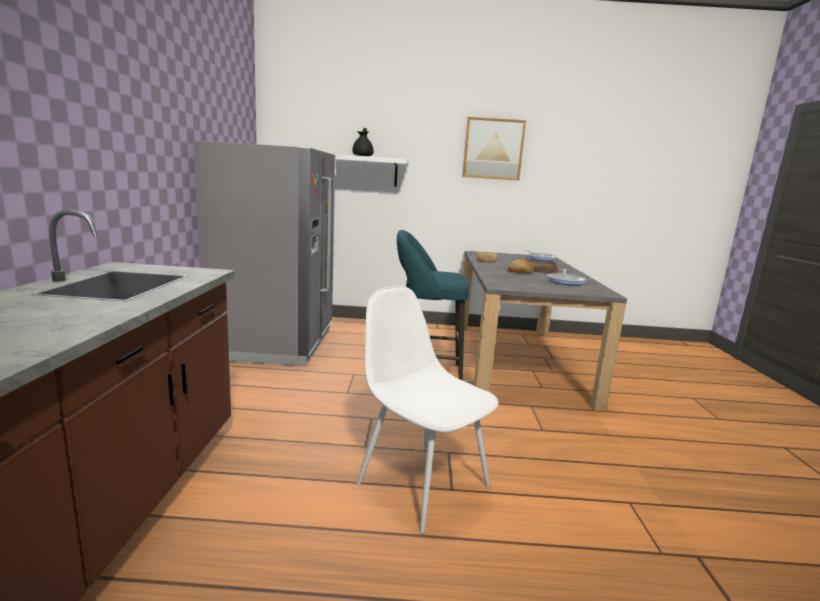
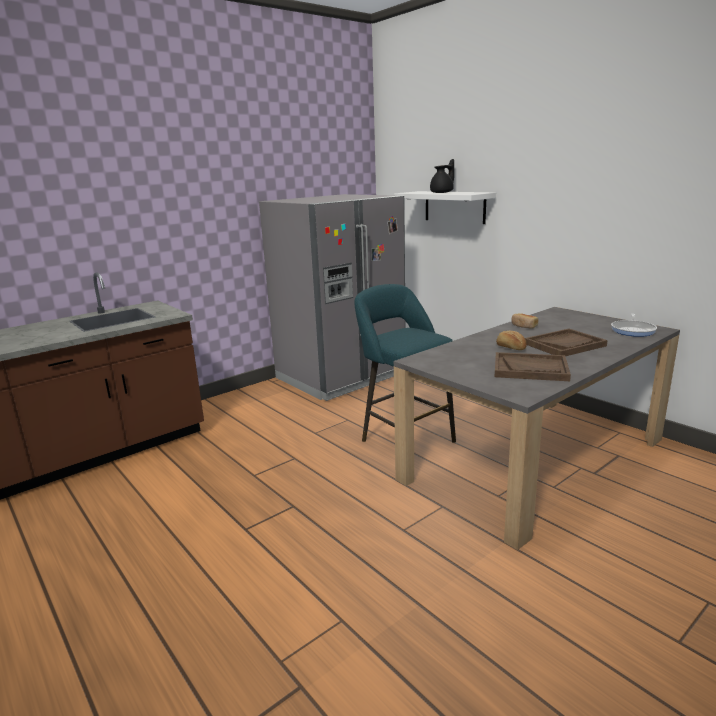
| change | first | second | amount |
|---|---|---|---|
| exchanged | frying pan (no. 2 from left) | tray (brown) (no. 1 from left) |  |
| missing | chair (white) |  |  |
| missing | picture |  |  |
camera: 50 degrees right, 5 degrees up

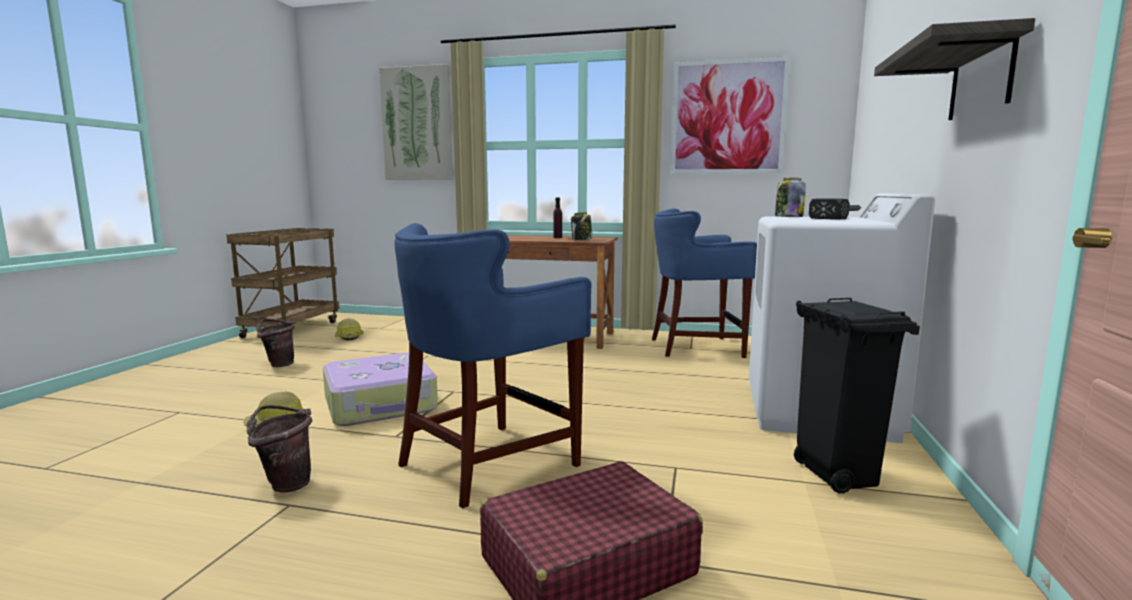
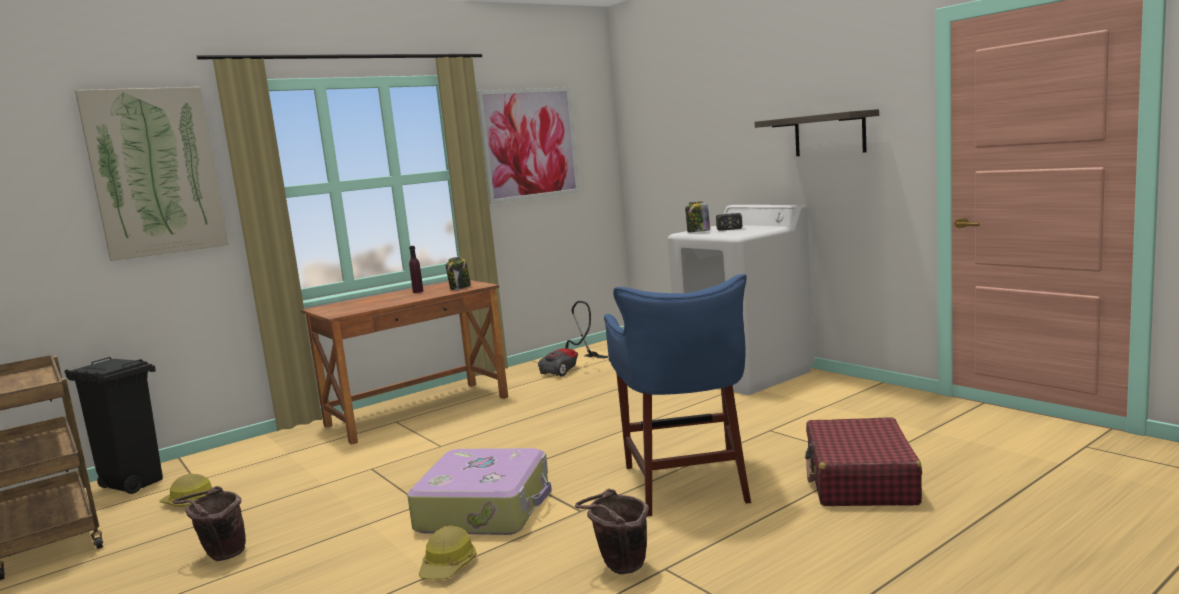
| change | first | second | amount |
|---|---|---|---|
| relocated | trash can (black) |  |  |
| exchanged | stool (blue) (no. 2 from left) | vacuum cleaner |  |
camera: 50 degrees left, 0 degrees up

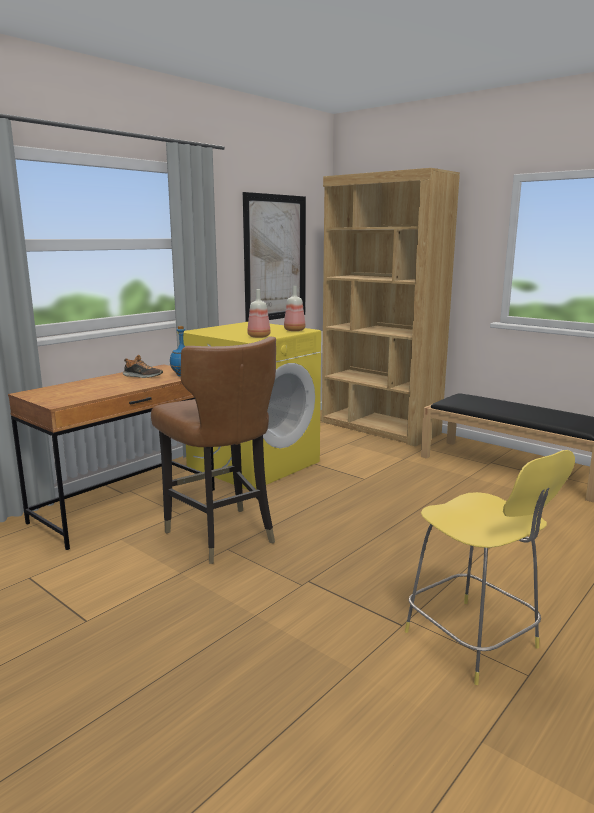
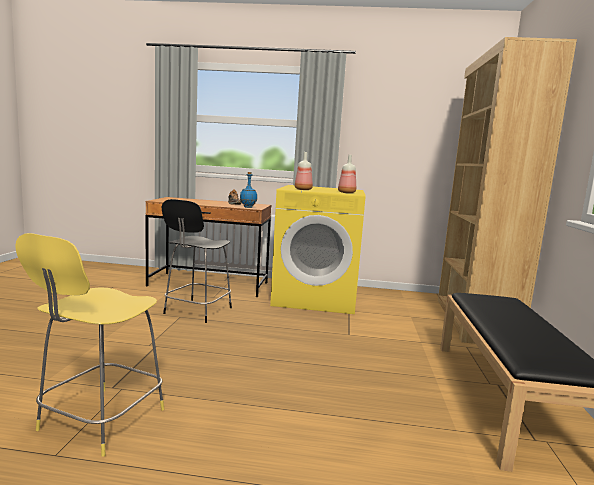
| change | first | second | amount |
|---|---|---|---|
| exchanged | chair (brown) | stool (black) |  |
| missing | picture |  |  |
camera: 55 degrees right, 5 degrees down

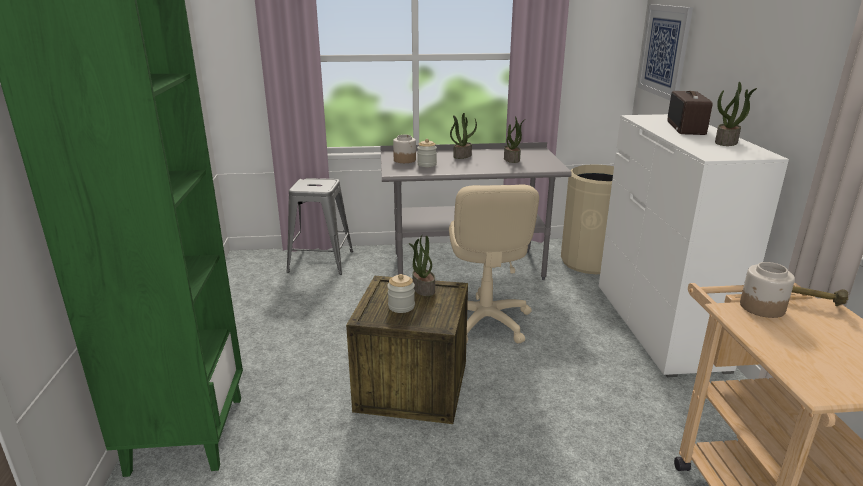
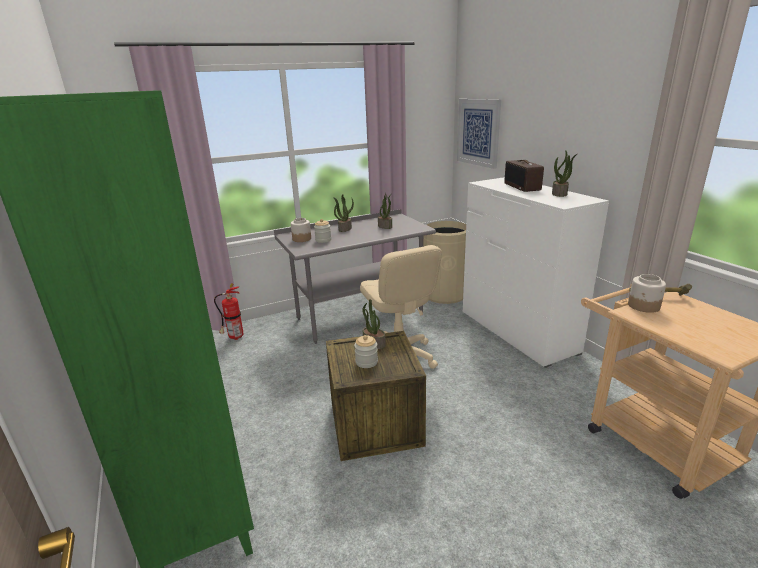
| change | first | second | amount |
|---|---|---|---|
| exchanged | stool (grey) | fire extinguisher |  |
camera: 20 degrees left, 0 degrees up

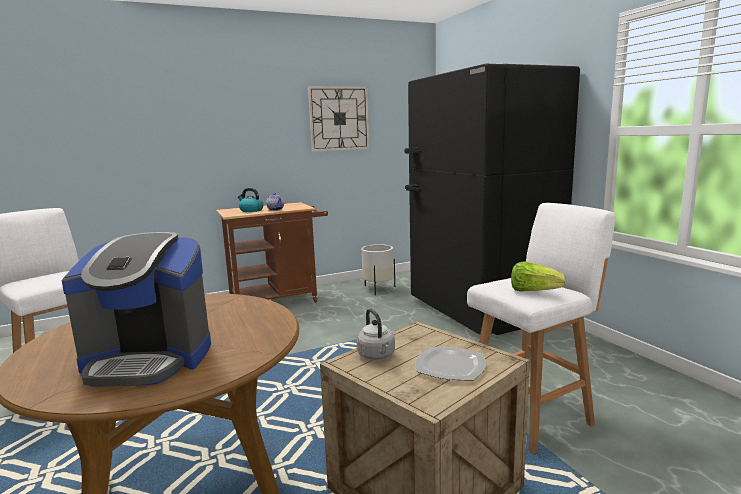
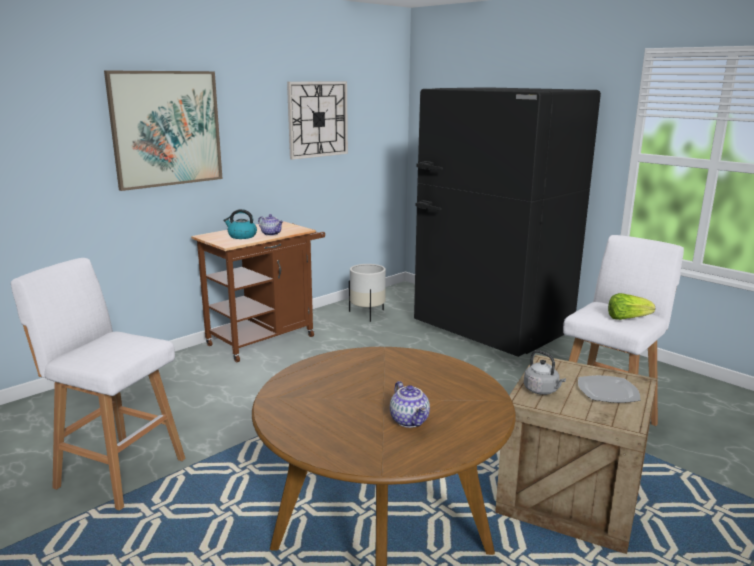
| change | first | second | amount |
|---|---|---|---|
| appeared |  | picture |  |
| exchanged | coffee machine | teapot (no. 2 from left) |  |
camera: 20 degrees left, 5 degrees up

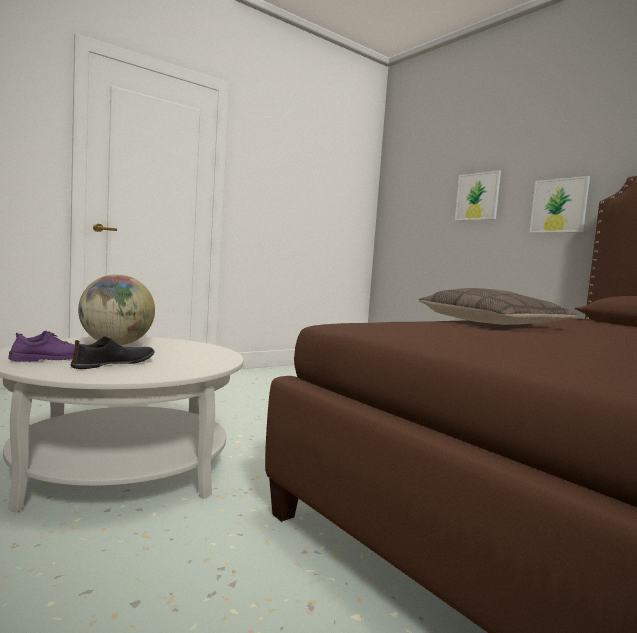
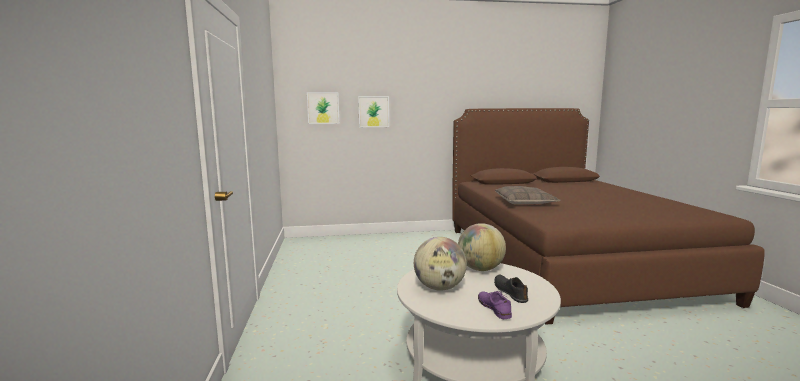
| change | first | second | amount |
|---|---|---|---|
| relocated | picture (no. 2 from left in the first image) | picture (no. 1 from left) |  |
| appeared |  | globe (no. 2 from left) |  |
camera: 60 degrees left, 5 degrees up

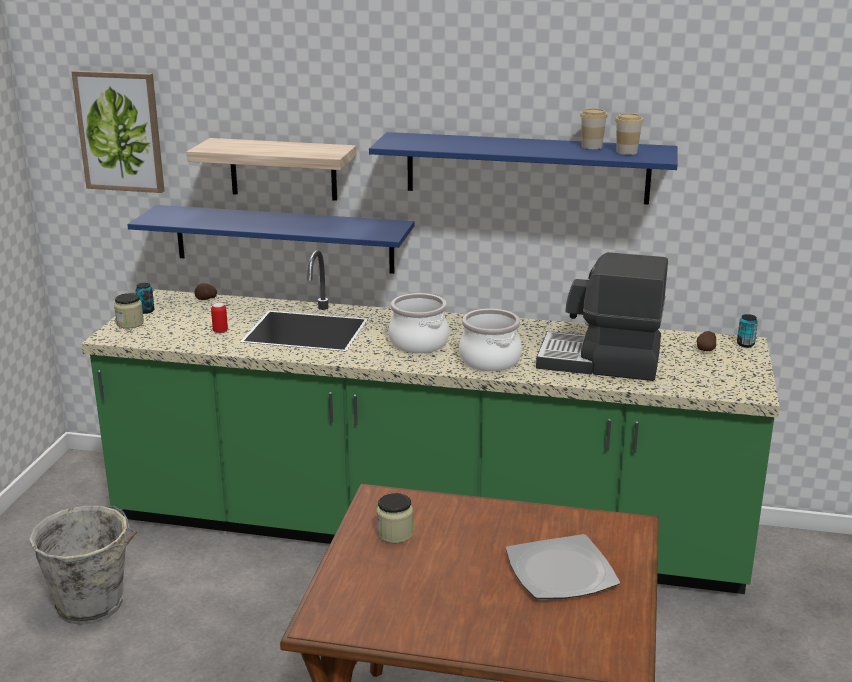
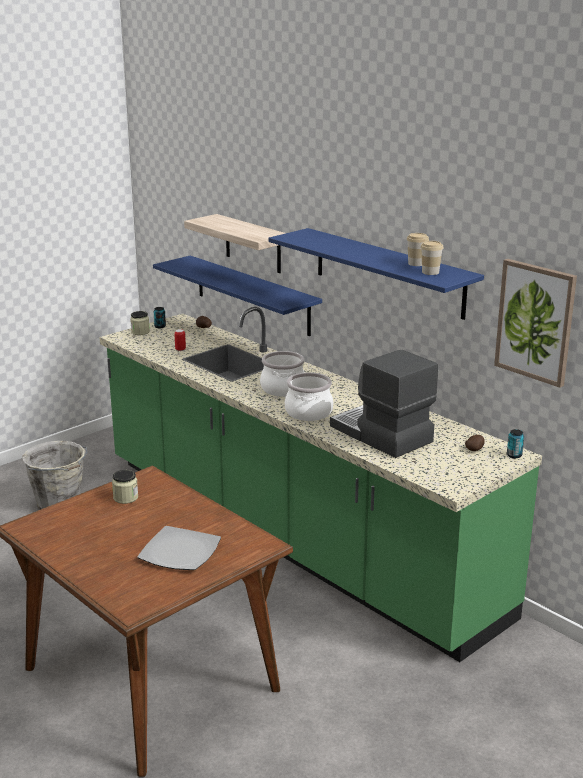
| change | first | second | amount |
|---|---|---|---|
| relocated | picture |  |  |
camera: 35 degrees right, 0 degrees up

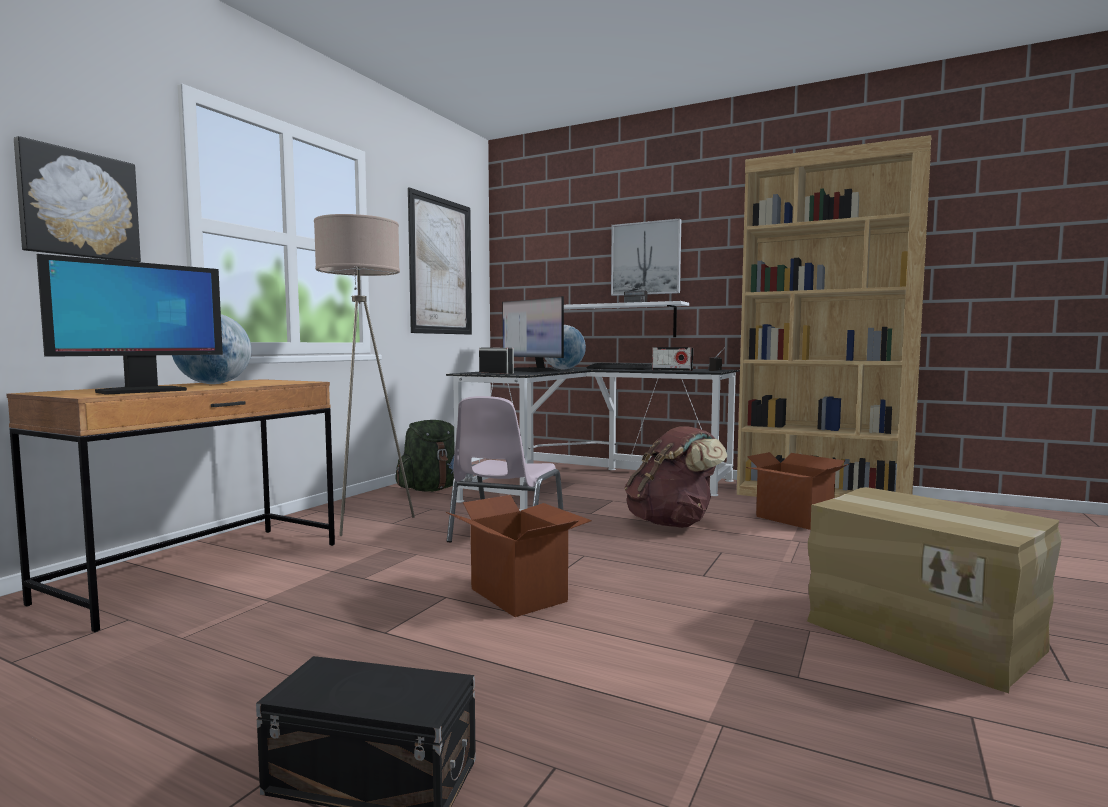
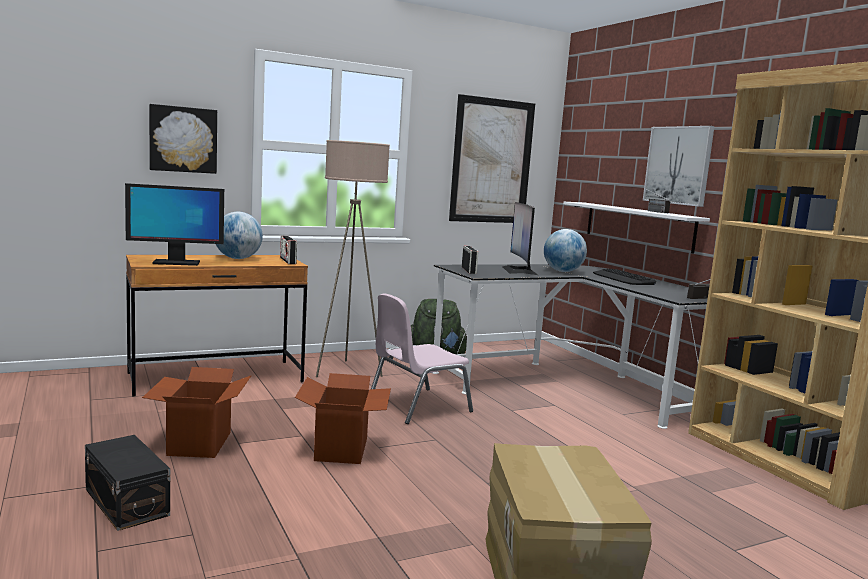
| change | first | second | amount |
|---|---|---|---|
| relocated | cardboard box (no. 2 from left in the first image) | cardboard box (no. 1 from left) |  |
| relocated | radio (no. 3 from left in the first image) | radio (no. 1 from left) |  |
| missing | backpack (brown) |  |  |
camera: 35 degrees right, 5 degrees up

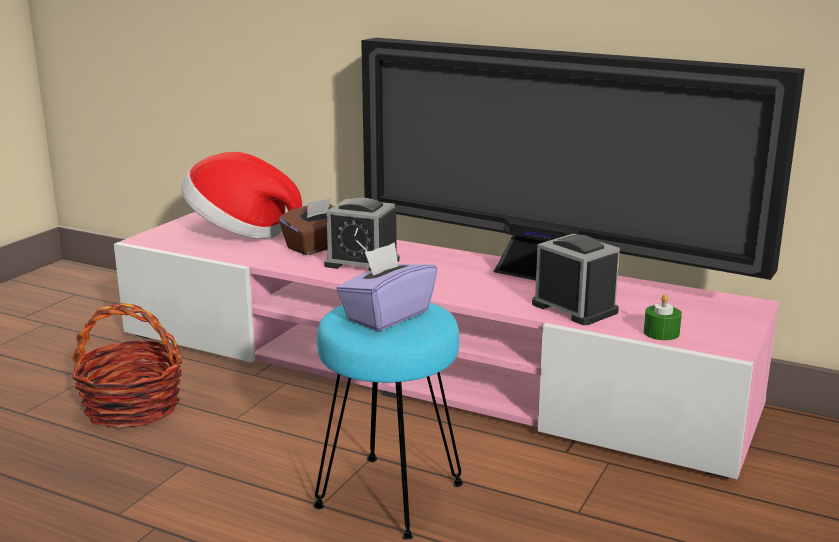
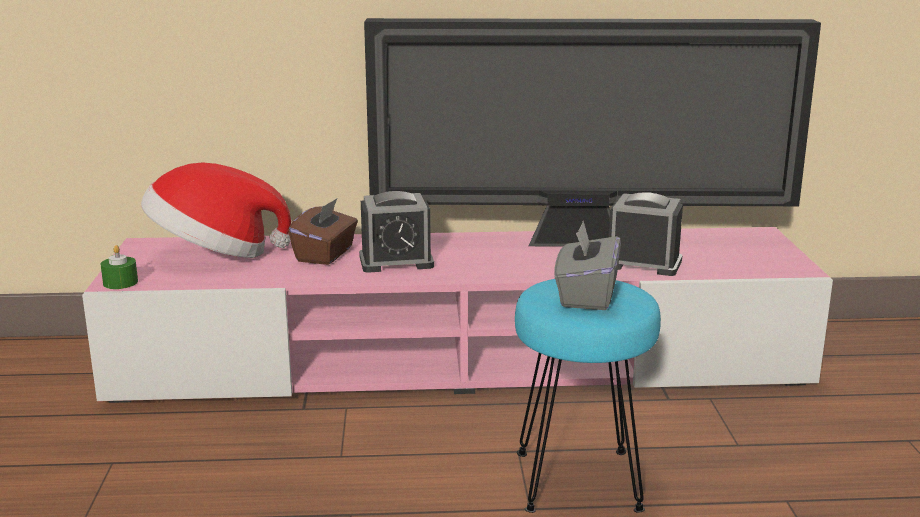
| change | first | second | amount |
|---|---|---|---|
| relocated | candle (green) |  |  |
| colour | tissue box (purple) | tissue box (grey) |  |
| missing | basket |  |  |
camera: 30 degrees left, 0 degrees up

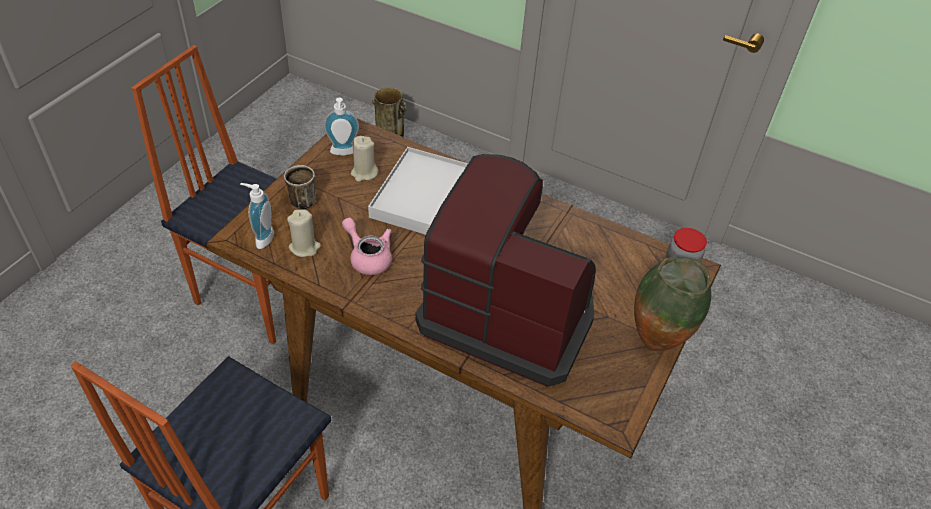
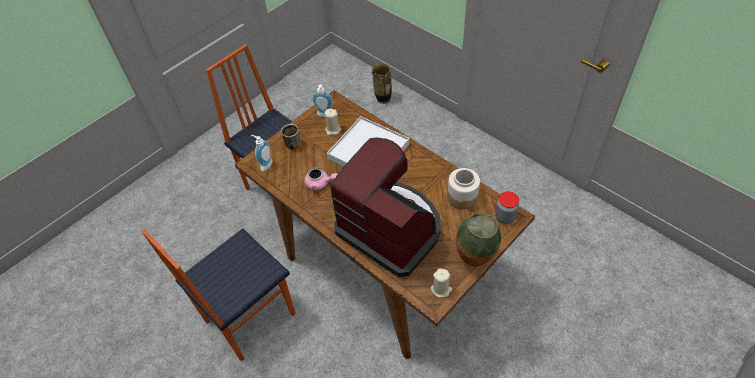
| change | first | second | amount |
|---|---|---|---|
| spun | teapot (pink) |  | 135 degrees clockwise |
| relocated | candle (beige) (no. 1 from left in the first image) | candle (beige) (no. 2 from left) |  |
| appeared |  | jar (no. 1 from left) |  |
camera: 20 degrees right, 5 degrees up

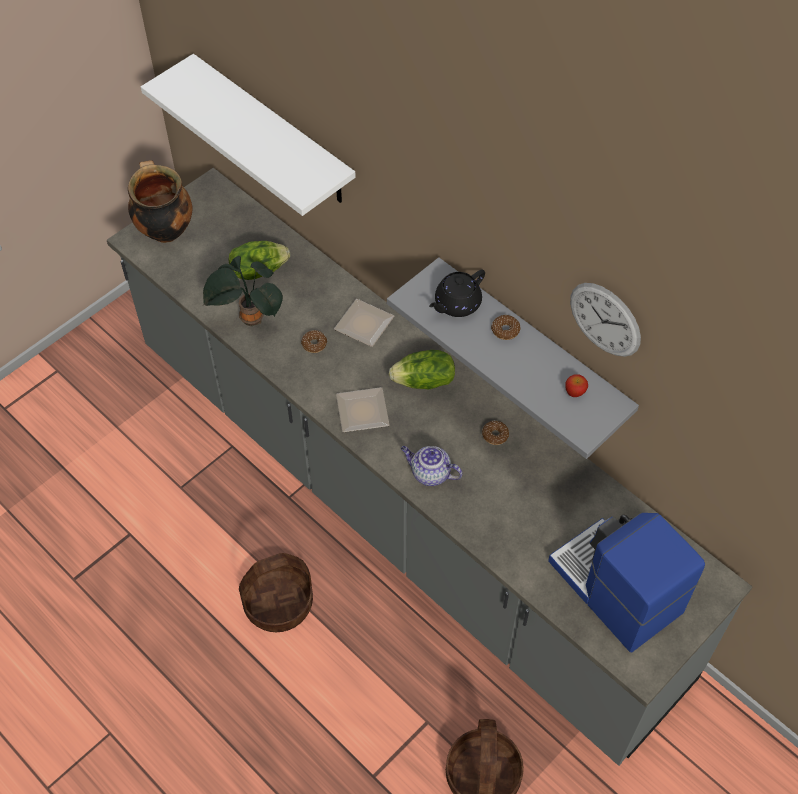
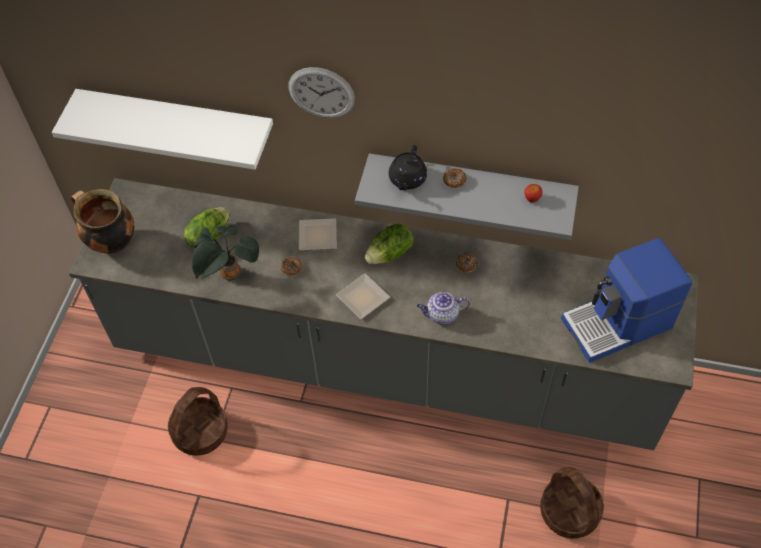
| change | first | second | amount |
|---|---|---|---|
| relocated | basket (no. 1 from left) |  |  |
| relocated | wall clock |  |  |
| spun | coffee machine |  | 45 degrees counterclockwise |
camera: 30 degrees left, 0 degrees up

